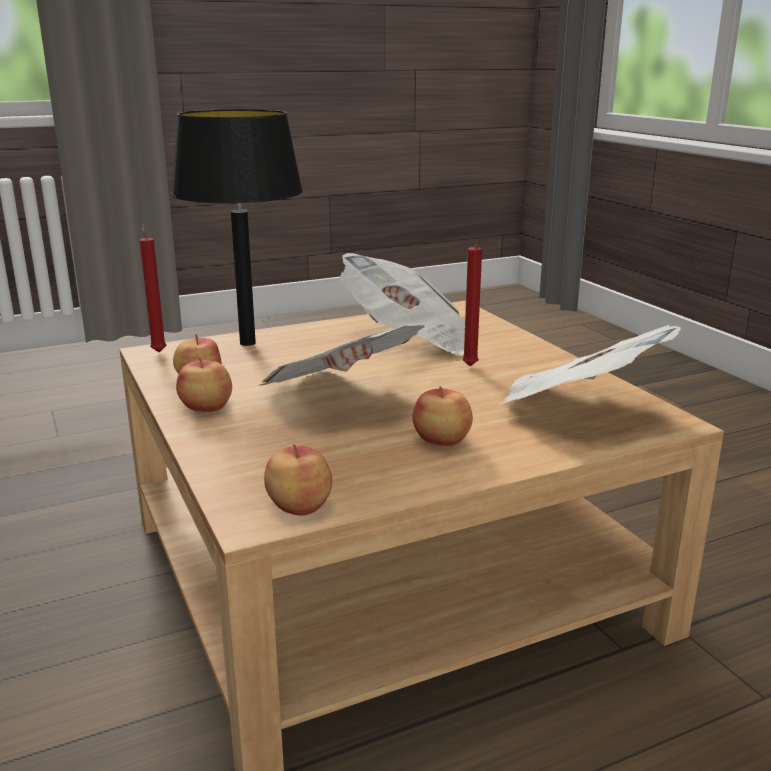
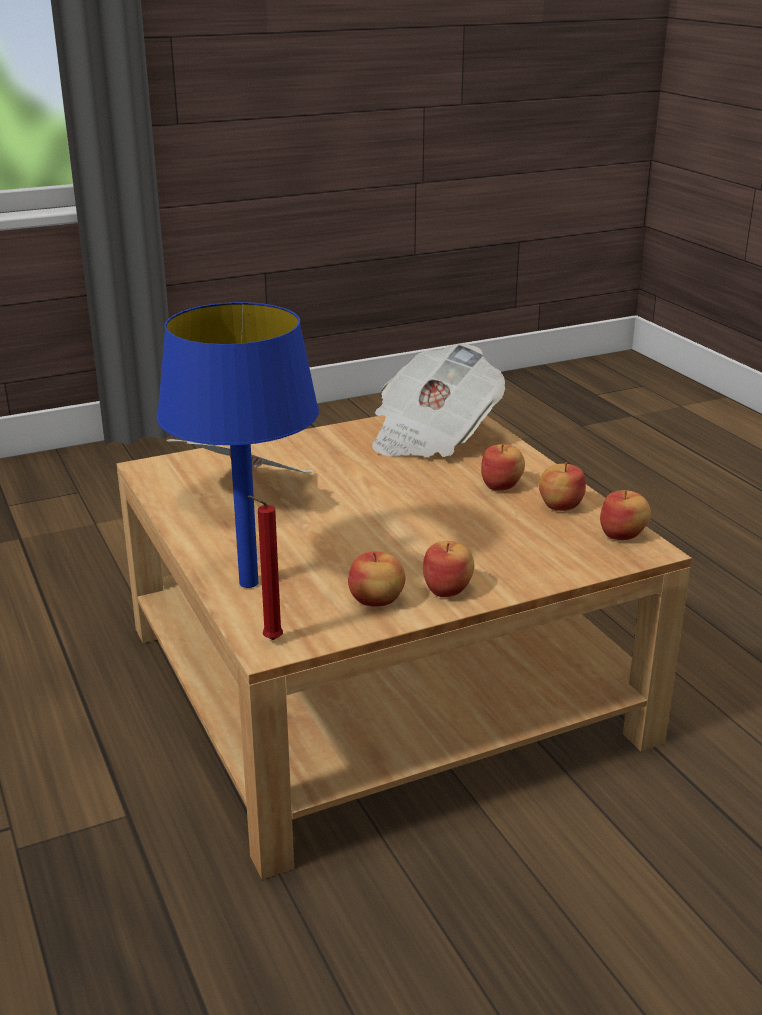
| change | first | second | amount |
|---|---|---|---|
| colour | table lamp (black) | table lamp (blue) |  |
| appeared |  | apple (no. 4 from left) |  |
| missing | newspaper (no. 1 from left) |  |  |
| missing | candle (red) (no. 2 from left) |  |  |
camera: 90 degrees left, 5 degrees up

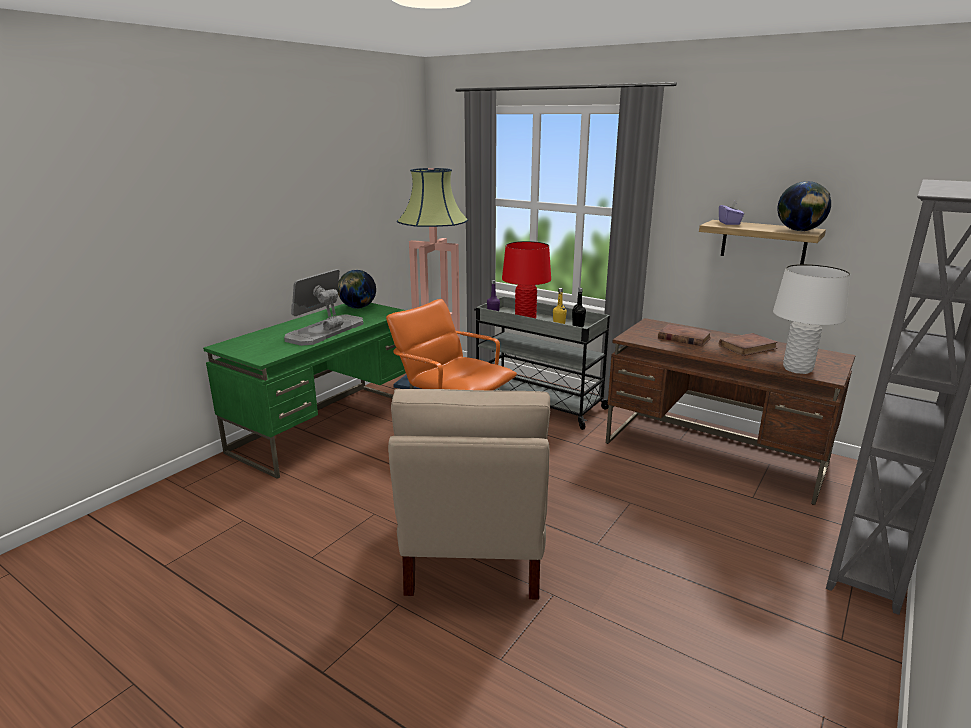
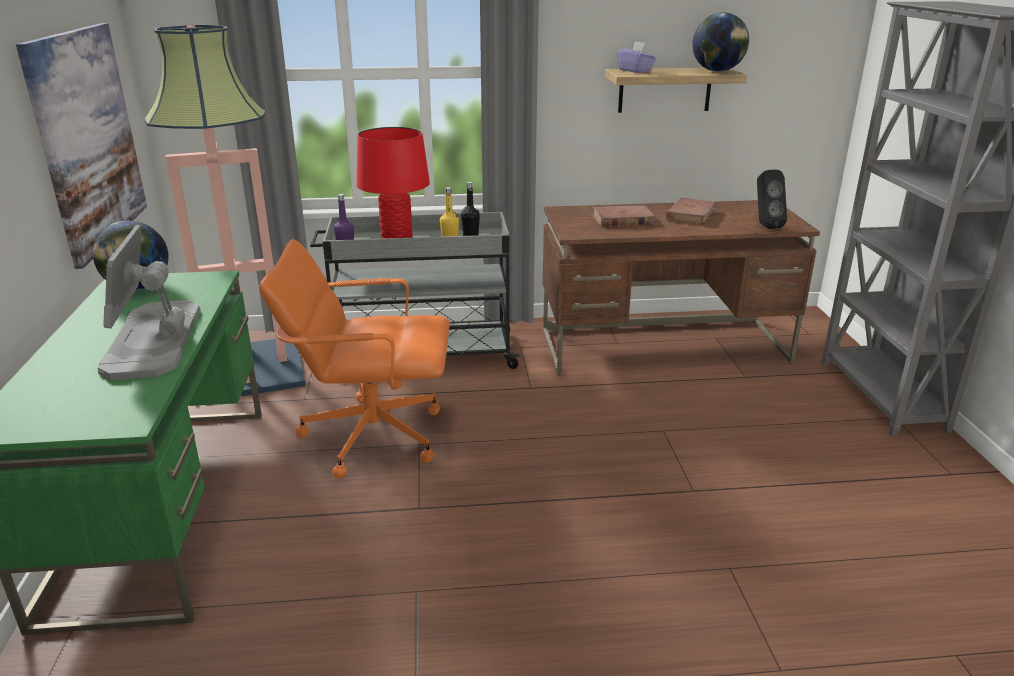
| change | first | second | amount |
|---|---|---|---|
| appeared |  | picture |  |
| exchanged | table lamp (white) | speaker (black) |  |
| missing | chair (beige) |  |  |
camera: 40 degrees left, 5 degrees up

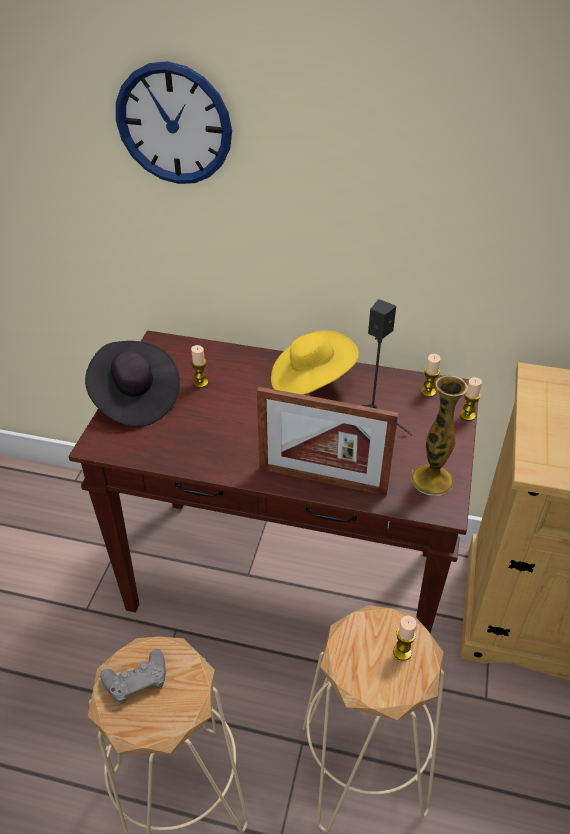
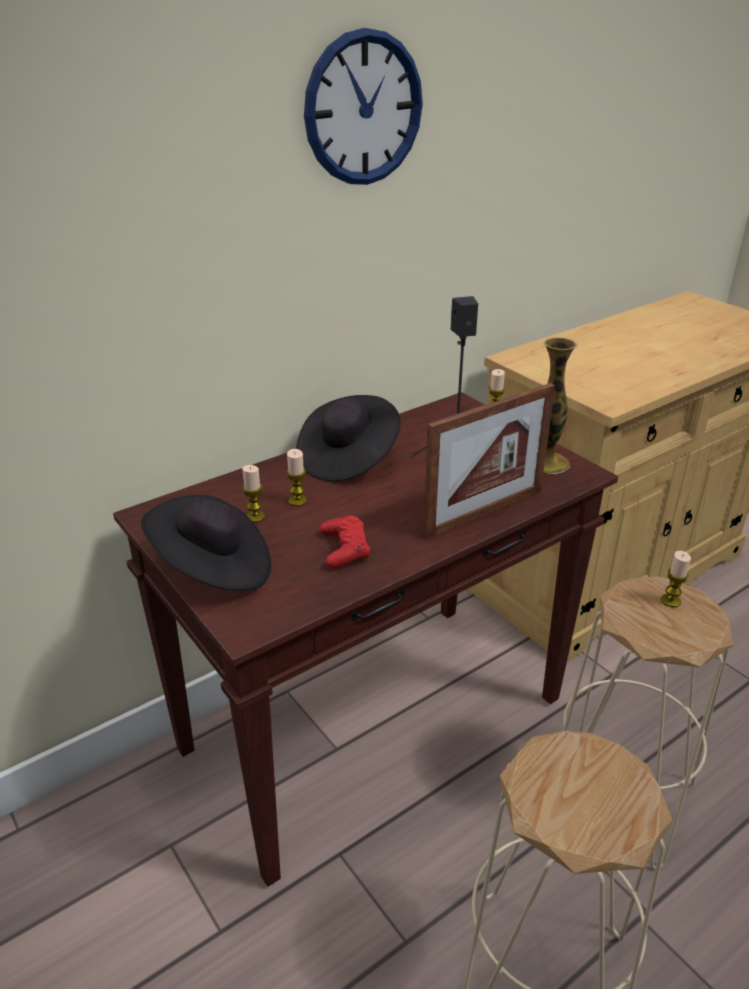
| change | first | second | amount |
|---|---|---|---|
| relocated | candle (no. 3 from left in the first image) | candle (no. 2 from left) |  |
| colour | hat (yellow) | hat (black) (no. 2 from left) |  |
| relocated | wall clock |  |  |
| appeared |  | game controller (red) |  |
| missing | game controller (grey) |  |  |
camera: 50 degrees left, 10 degrees down

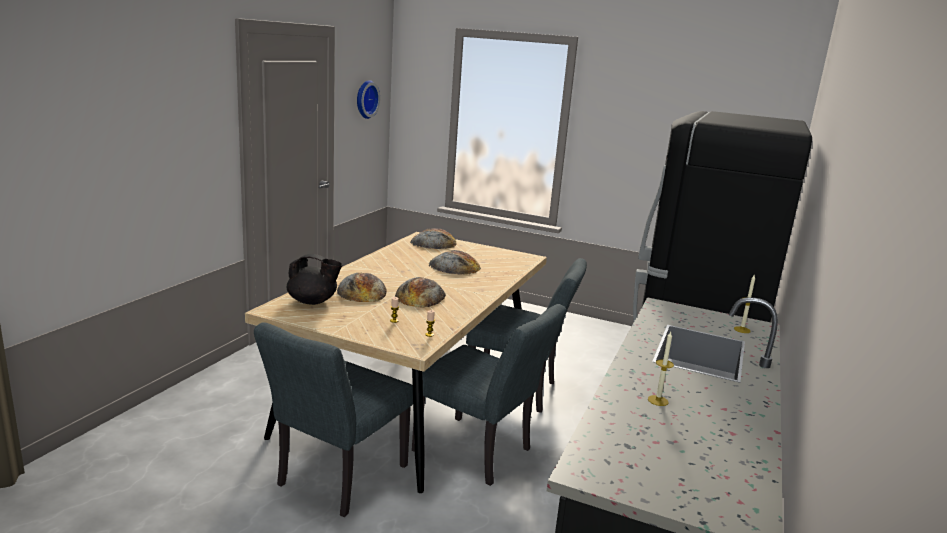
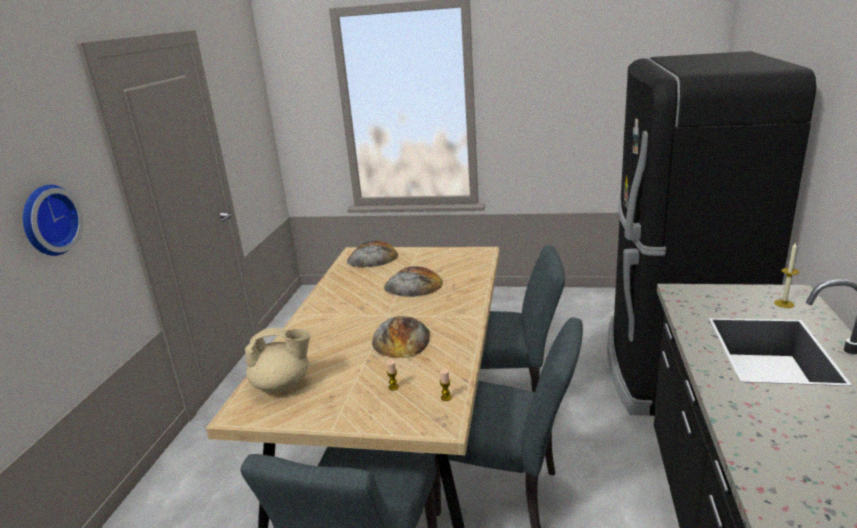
| change | first | second | amount |
|---|---|---|---|
| relocated | wall clock |  |  |
| colour | teapot (black) | teapot (beige) |  |
| missing | bread (no. 1 from left) |  |  |
| missing | candle (no. 3 from left) |  |  |
camera: 10 degrees left, 5 degrees up

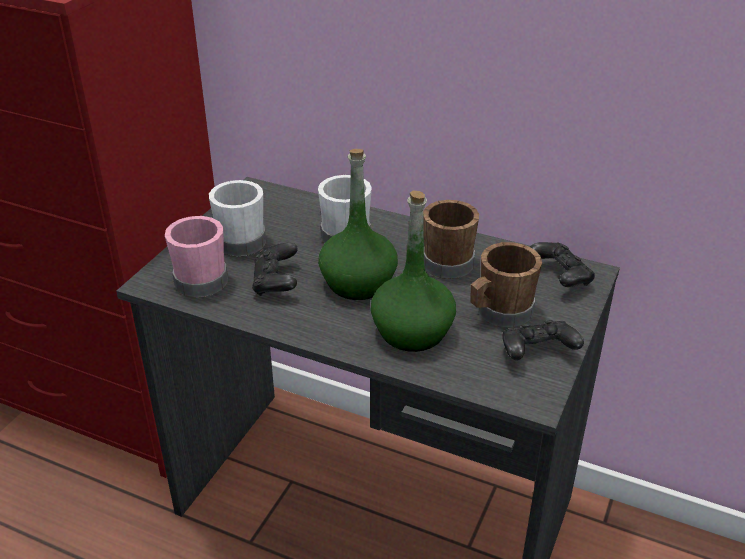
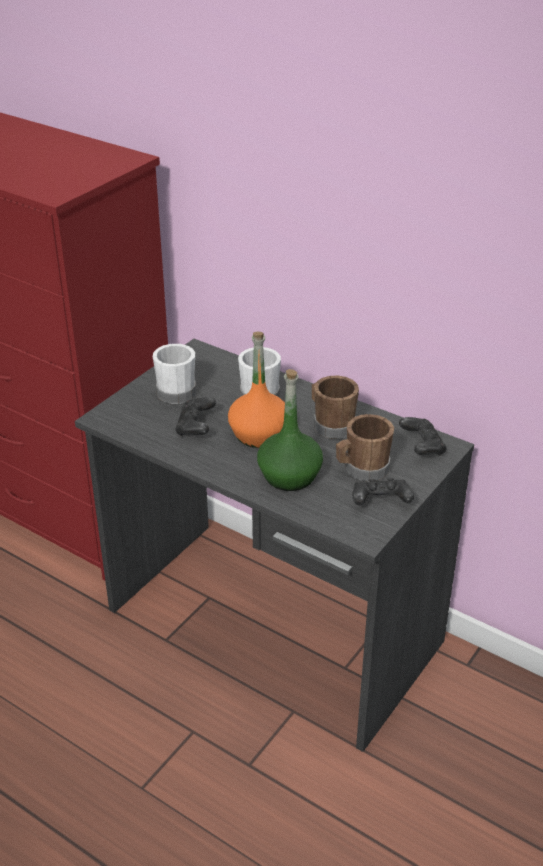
| change | first | second | amount |
|---|---|---|---|
| colour | bottle (green) (no. 1 from left) | bottle (orange) |  |
| missing | mug (pink) |  |  |
camera: 10 degrees right, 0 degrees up

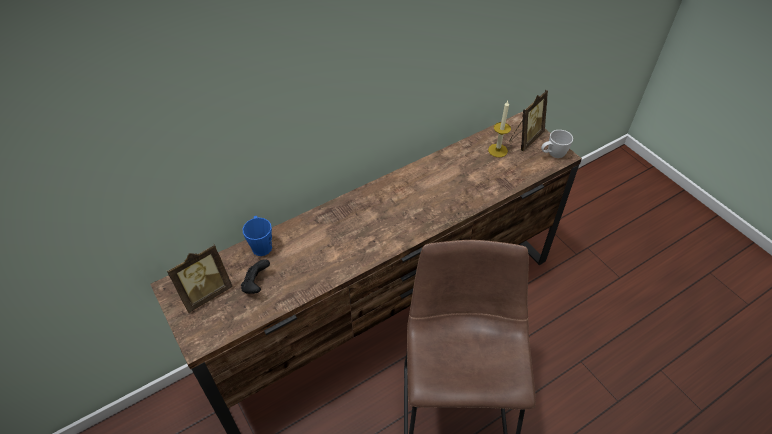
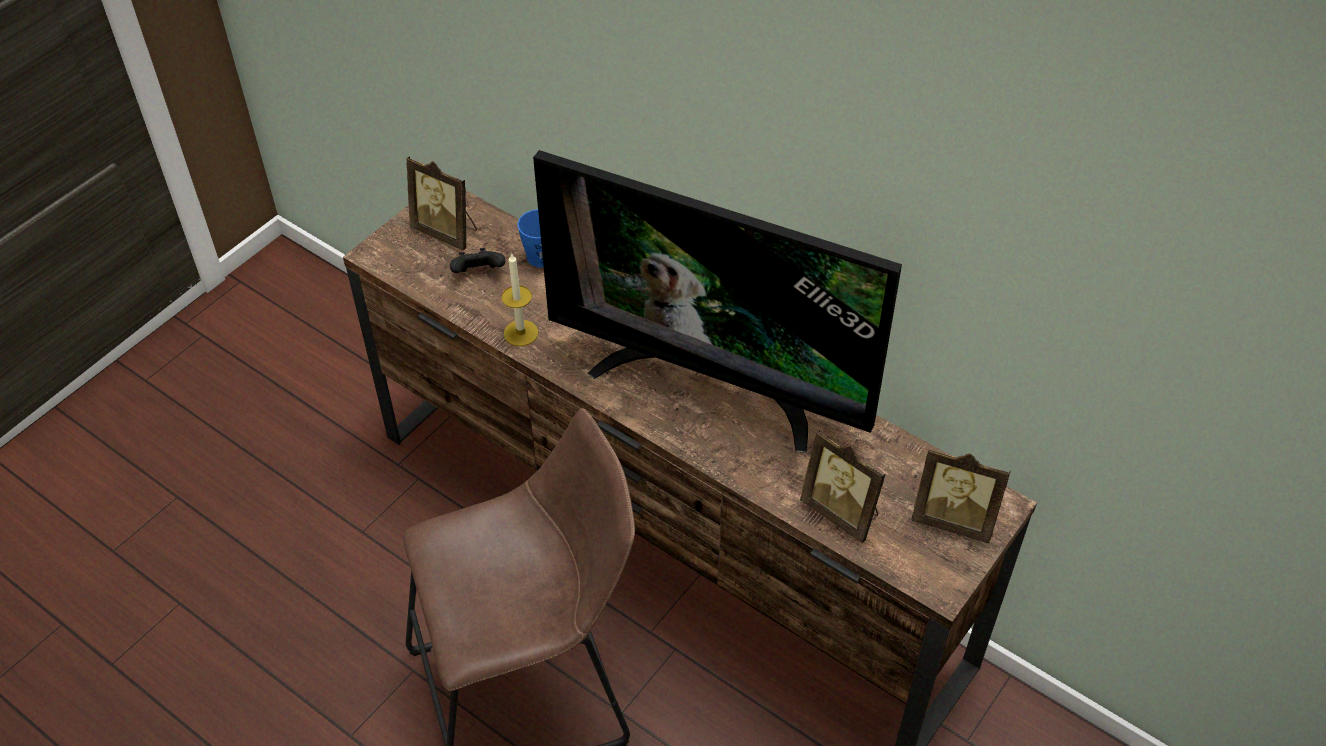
| change | first | second | amount |
|---|---|---|---|
| relocated | candle |  |  |
| appeared |  | television |  |
| appeared |  | picture frame (no. 2 from left) |  |
| missing | mug (white) |  |  |
camera: 70 degrees right, 0 degrees up

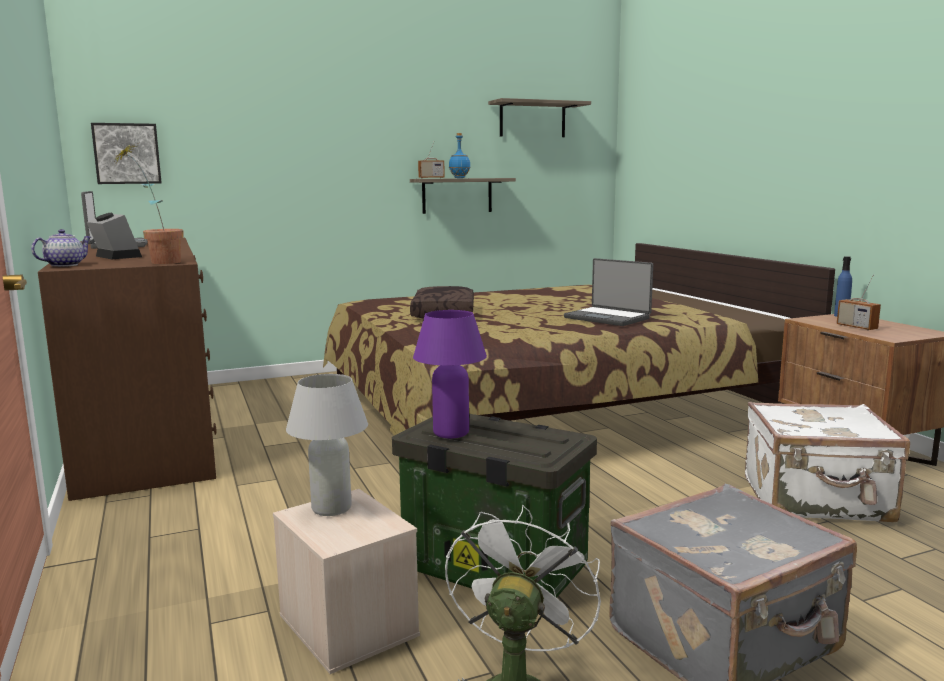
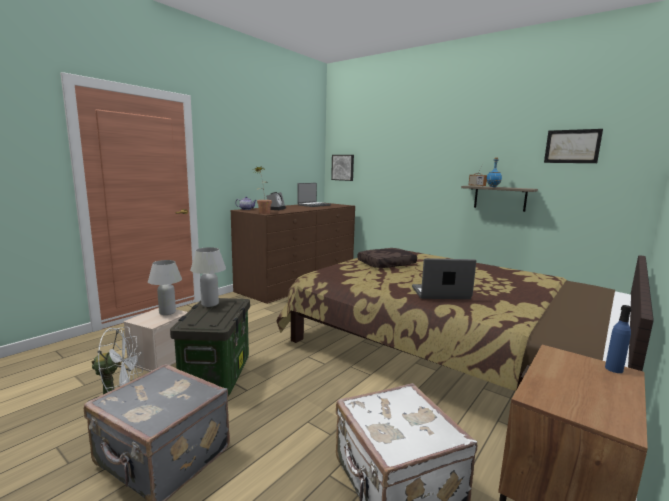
| change | first | second | amount |
|---|---|---|---|
| colour | table lamp (purple) | table lamp (white) (no. 2 from left) |  |
| spun | laptop (no. 2 from left) |  | 75 degrees clockwise |
| exchanged | shelf (no. 2 from left) | picture (no. 2 from left) |  |
| missing | radio (no. 2 from left) |  |  |
camera: 60 degrees right, 0 degrees up

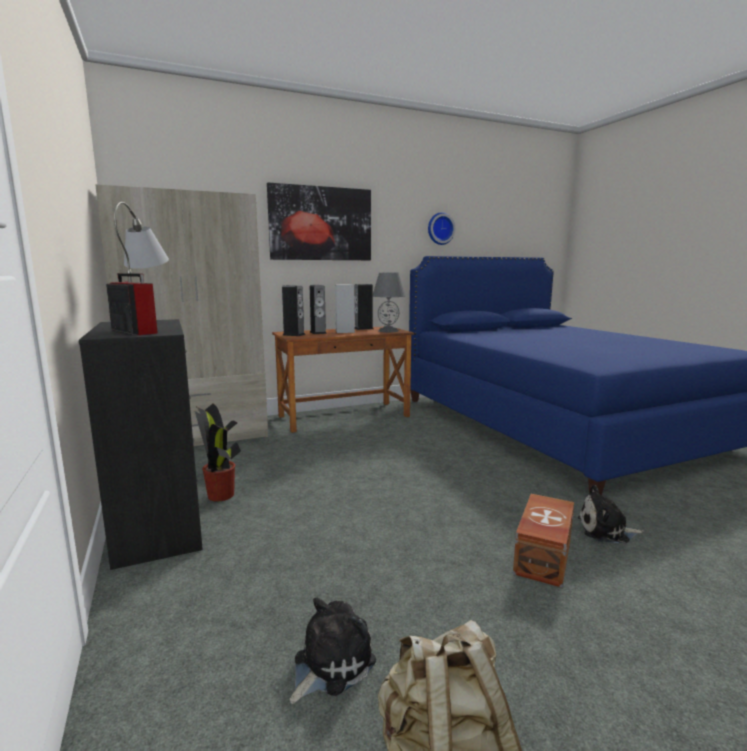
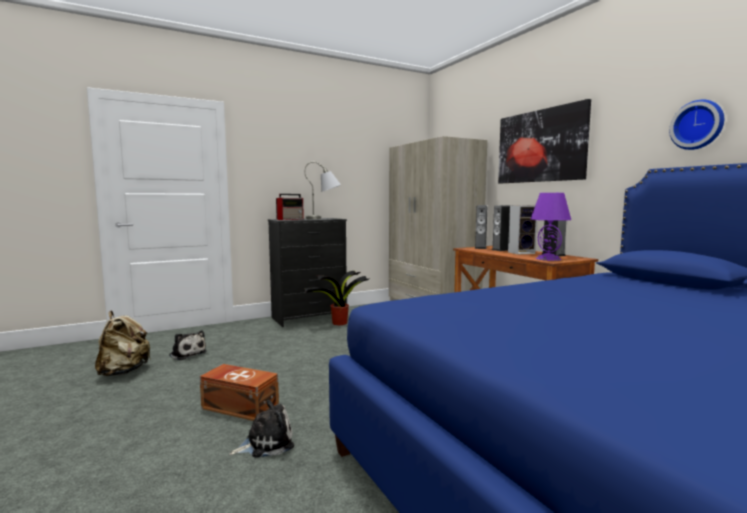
| change | first | second | amount |
|---|---|---|---|
| spun | plush toy (no. 2 from left) |  | 60 degrees clockwise |
| colour | table lamp (grey) (no. 2 from left) | table lamp (purple) |  |
camera: 85 degrees right, 5 degrees down

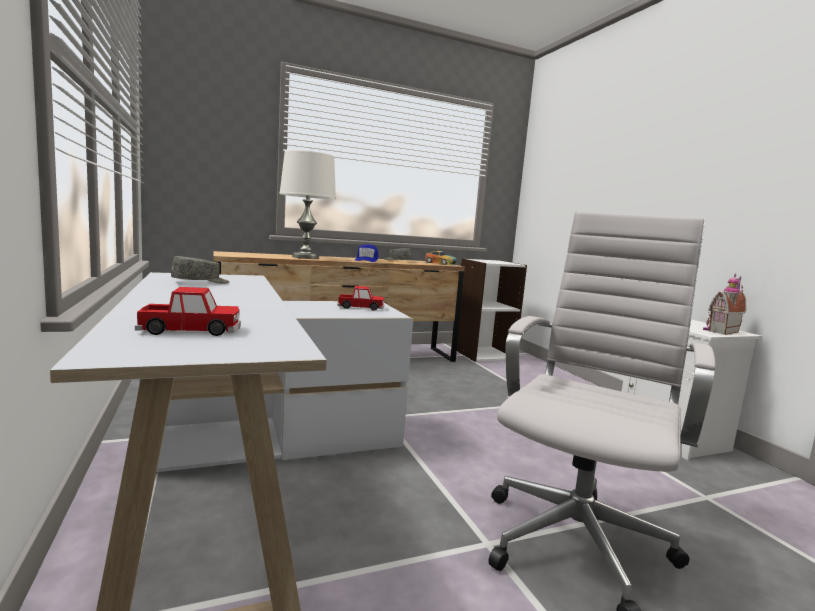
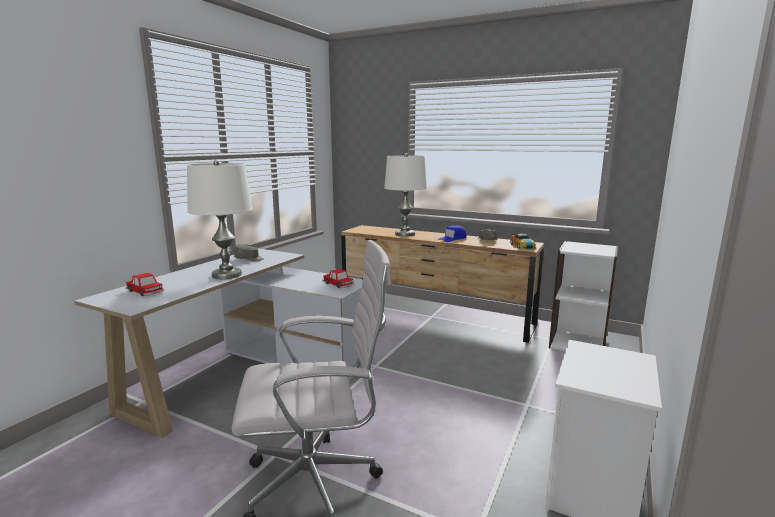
| change | first | second | amount |
|---|---|---|---|
| appeared |  | table lamp (white) (no. 1 from left) |  |
| missing | toy house |  |  |
camera: 50 degrees right, 5 degrees up

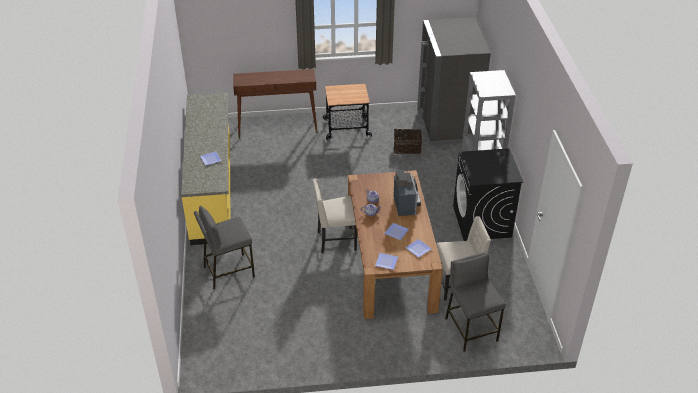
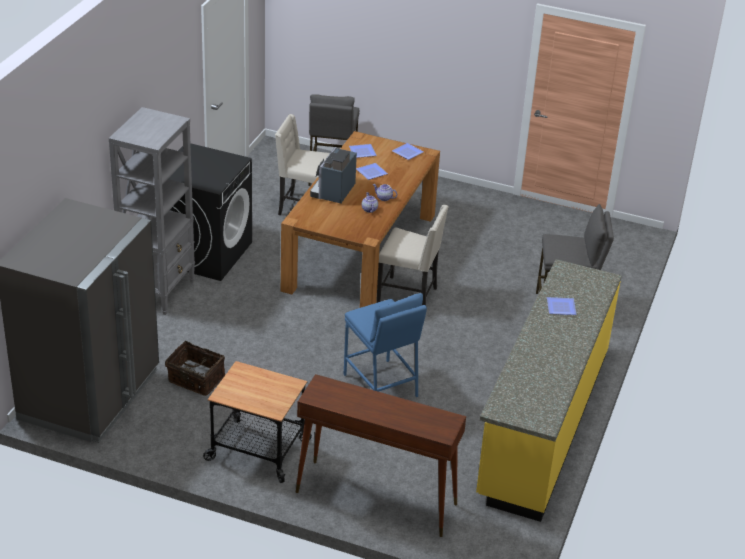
| change | first | second | amount |
|---|---|---|---|
| appeared |  | stool (blue) |  |
camera: 155 degrees left, 5 degrees down

